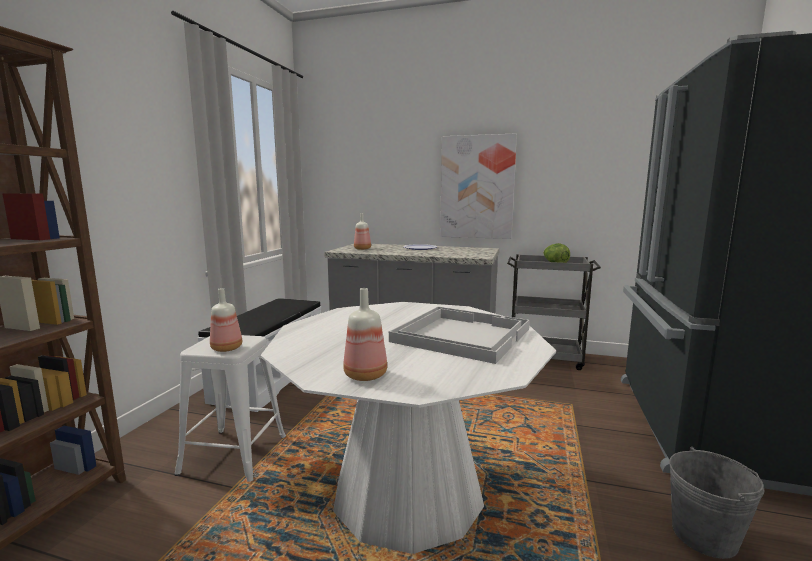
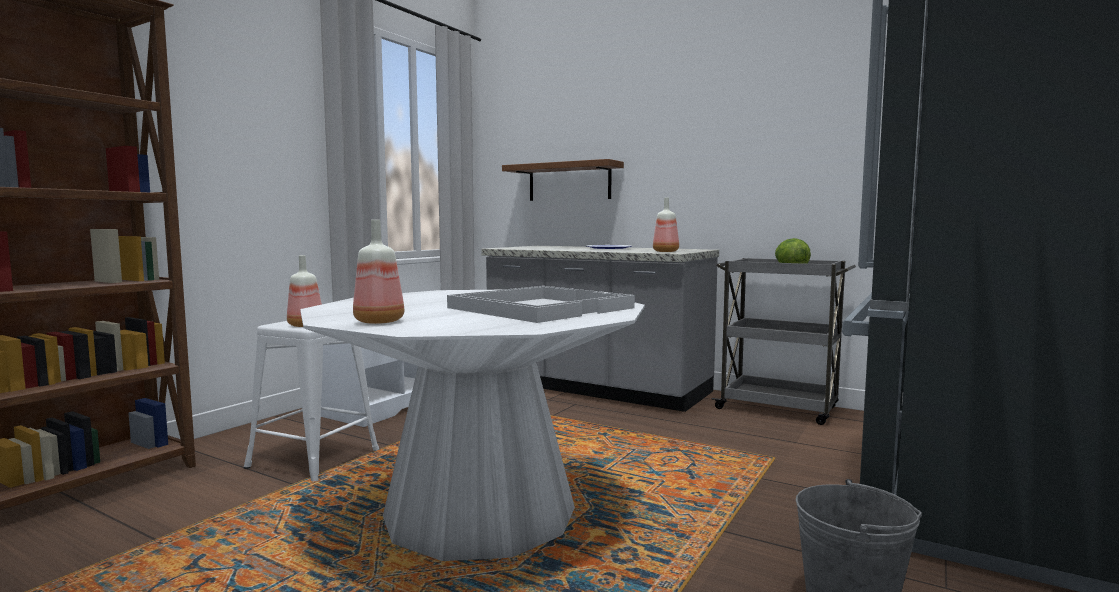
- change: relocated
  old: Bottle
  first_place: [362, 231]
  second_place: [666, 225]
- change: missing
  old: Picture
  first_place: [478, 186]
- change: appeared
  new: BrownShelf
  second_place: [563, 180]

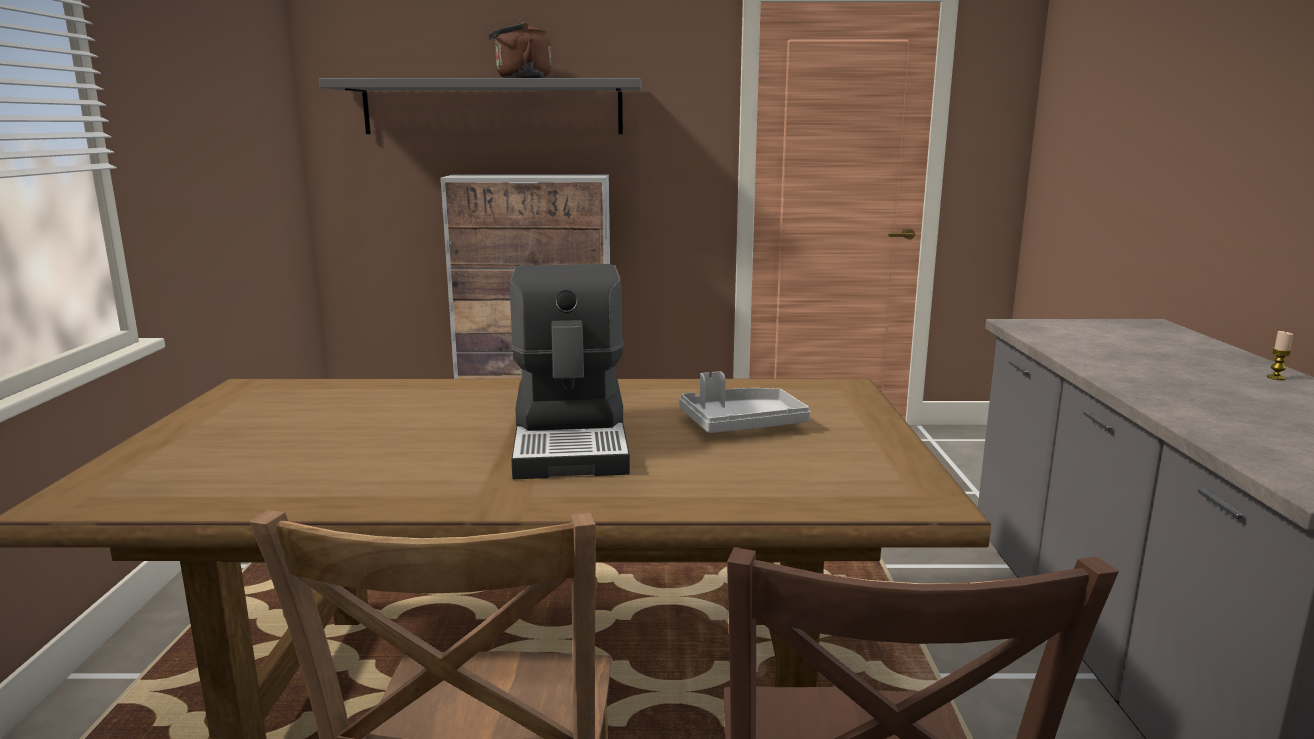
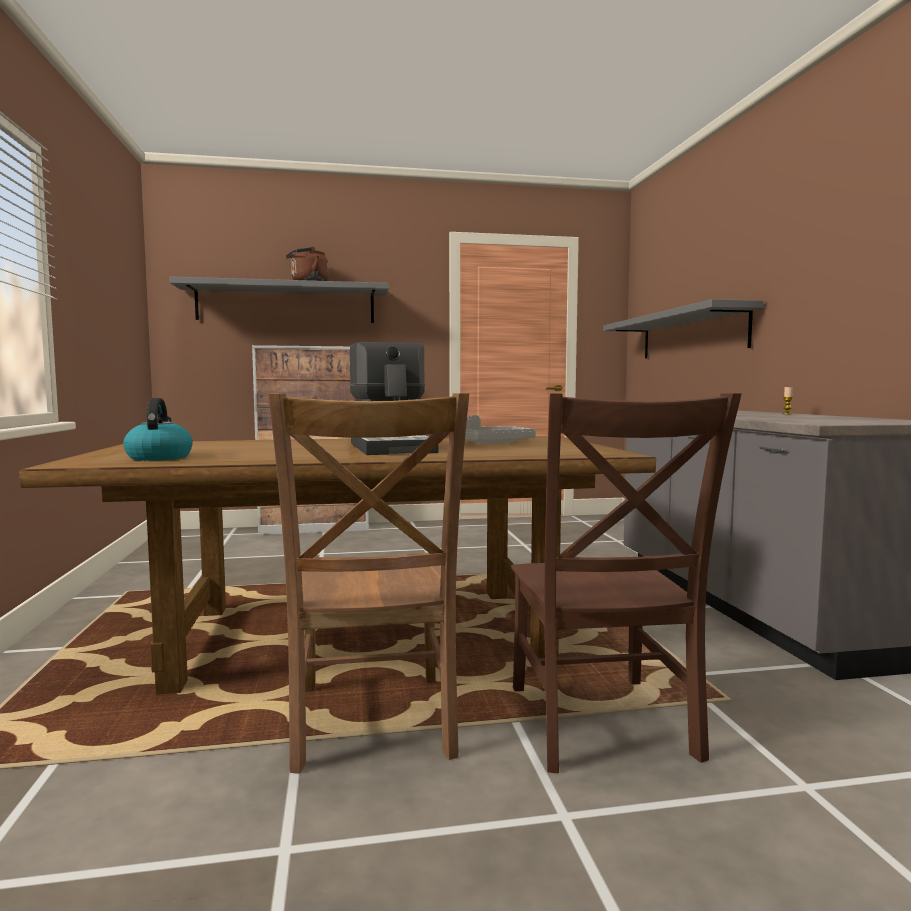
- change: appeared
  new: Kettle
  second_place: [158, 429]
- change: appeared
  new: GreyShelf
  second_place: [683, 328]

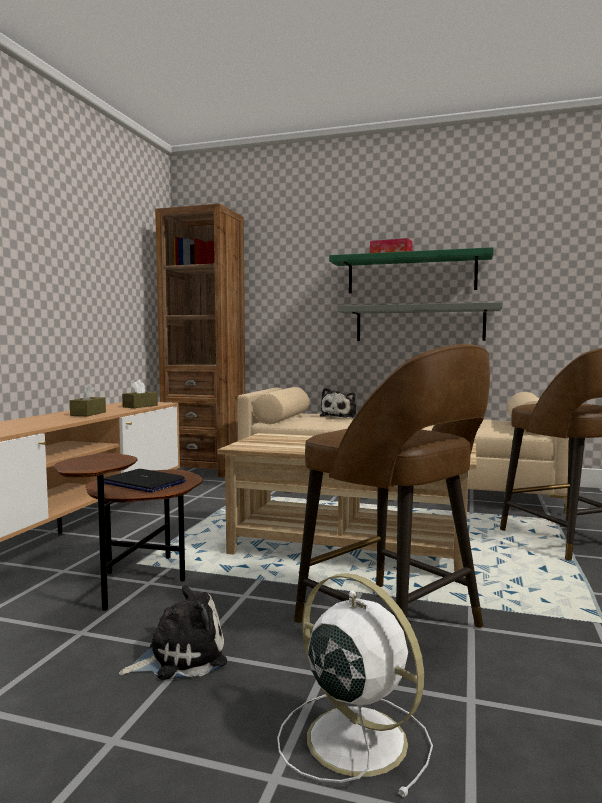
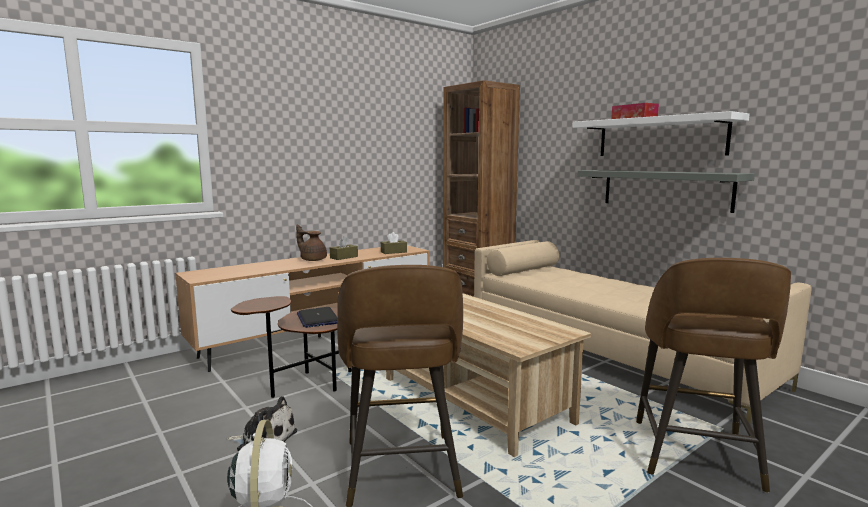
- change: missing
  old: PlushToy
  first_place: [338, 403]
- change: colour
  old: GreenShelf
  new: WhiteShelf
  first_place: [411, 270]
  second_place: [661, 133]
- change: appeared
  new: BrownTeapot
  second_place: [311, 242]

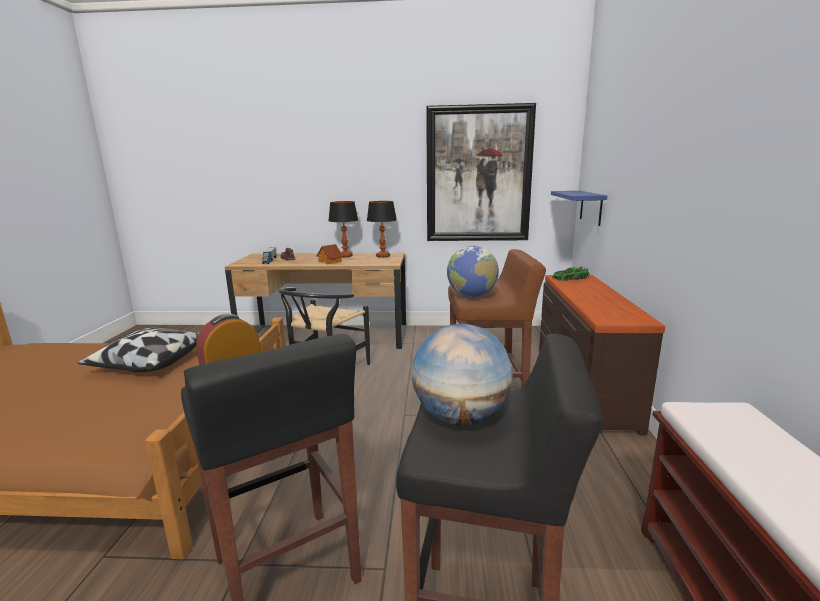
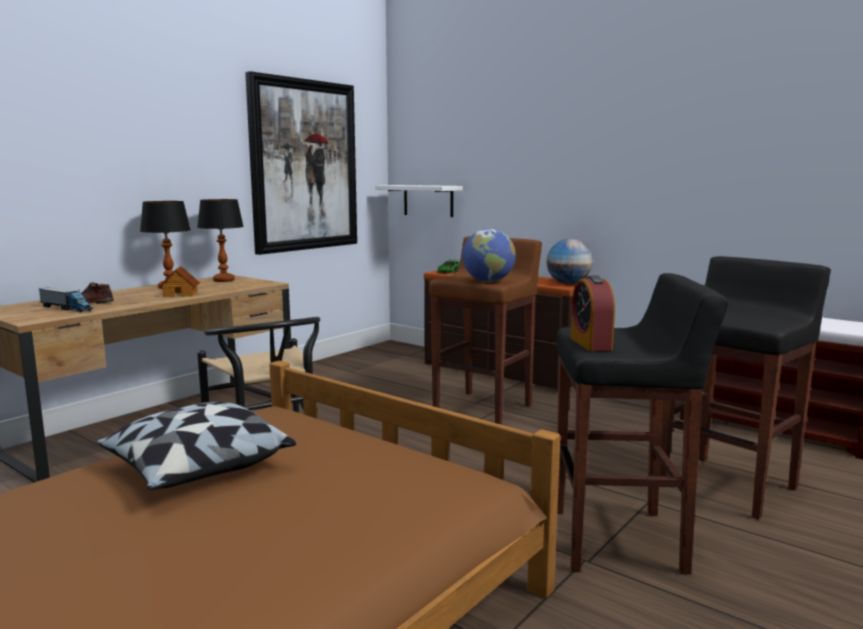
- change: relocated
  old: Globe
  first_place: [462, 374]
  second_place: [569, 261]
- change: colour
  old: BlueShelf
  new: WhiteShelf
  first_place: [579, 208]
  second_place: [419, 201]

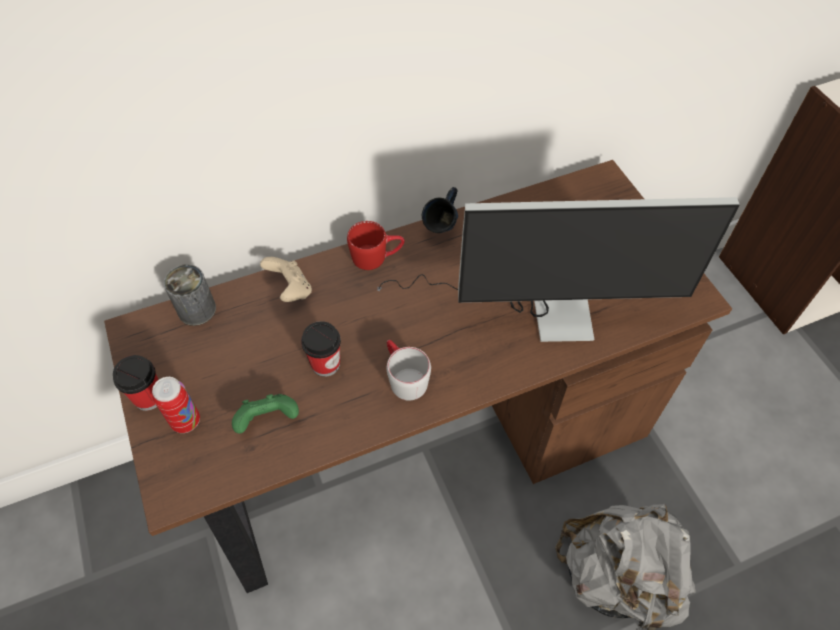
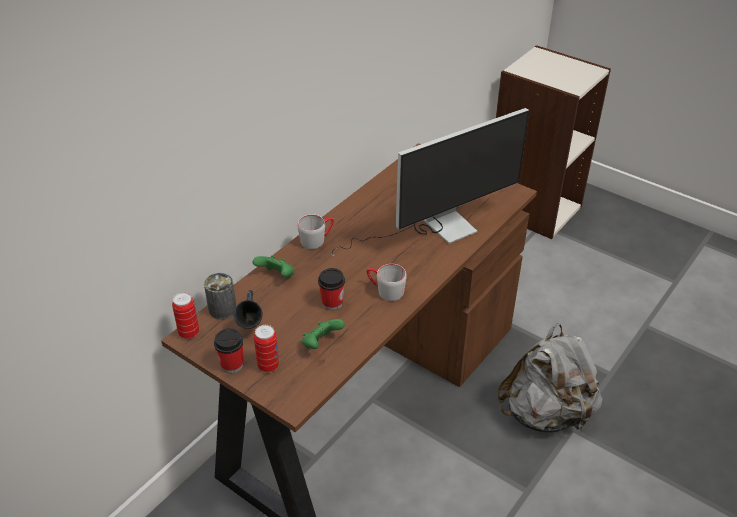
- change: colour
  old: BeigeGameController
  new: GreenGameController
  first_place: [286, 279]
  second_place: [273, 266]
- change: colour
  old: RedMug
  new: GreyMug
  first_place: [375, 245]
  second_place: [315, 231]
- change: relocated
  old: BlueMug
  first_place: [440, 210]
  second_place: [248, 309]
- change: appeared
  new: Can
  second_place: [185, 315]

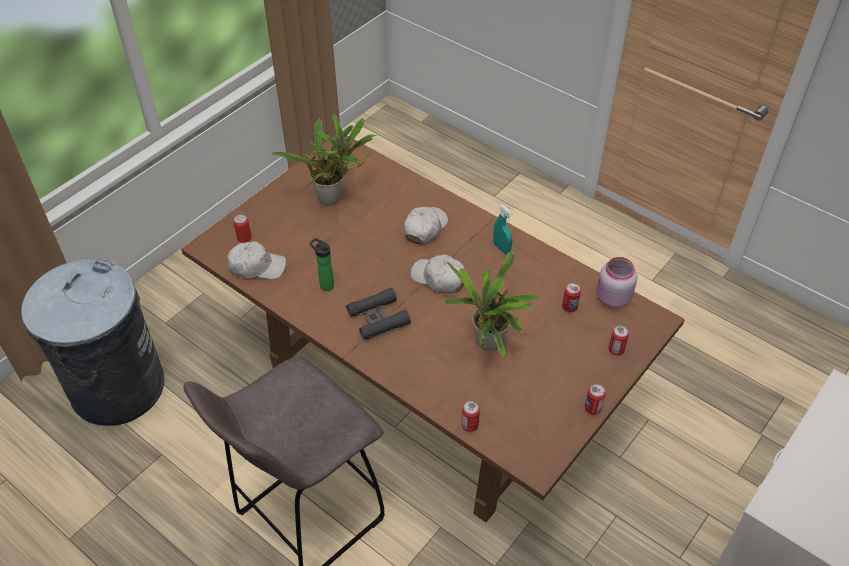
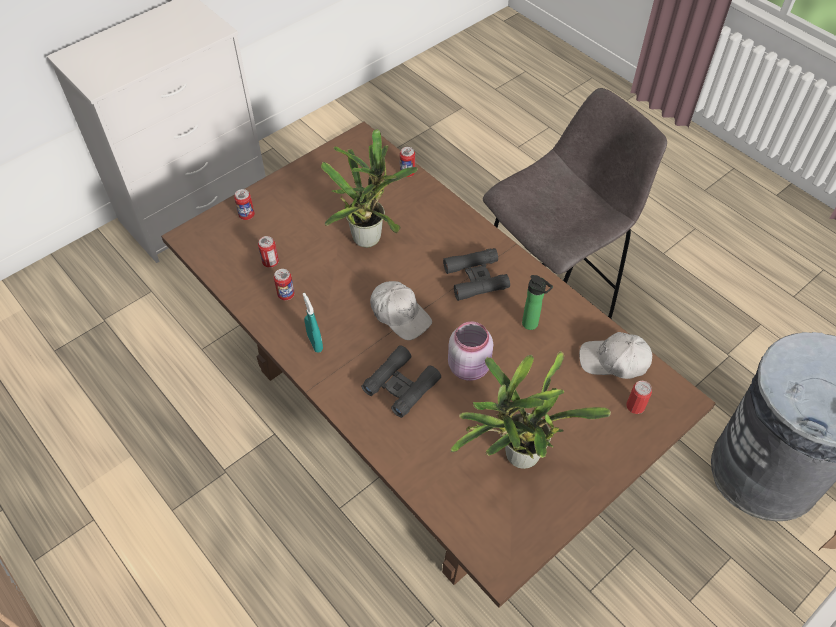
- change: exchanged
  old: WhiteCap
  new: BlackBinoculars
  first_place: [426, 226]
  second_place: [401, 381]
- change: relocated
  old: Can
  first_place: [595, 399]
  second_place: [284, 284]
- change: relocated
  old: PinkJar
  first_place: [616, 283]
  second_place: [470, 351]

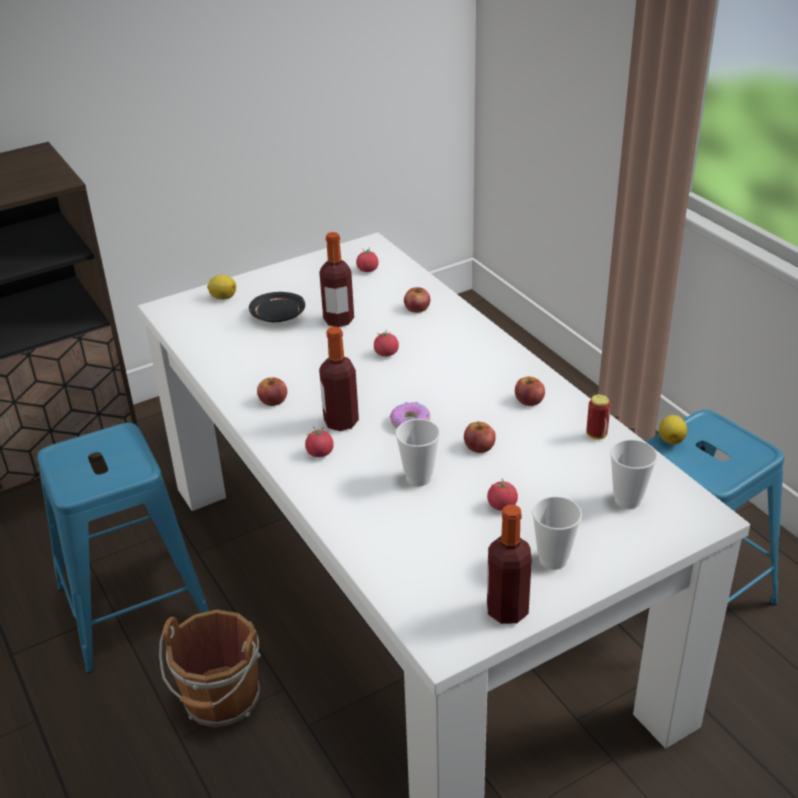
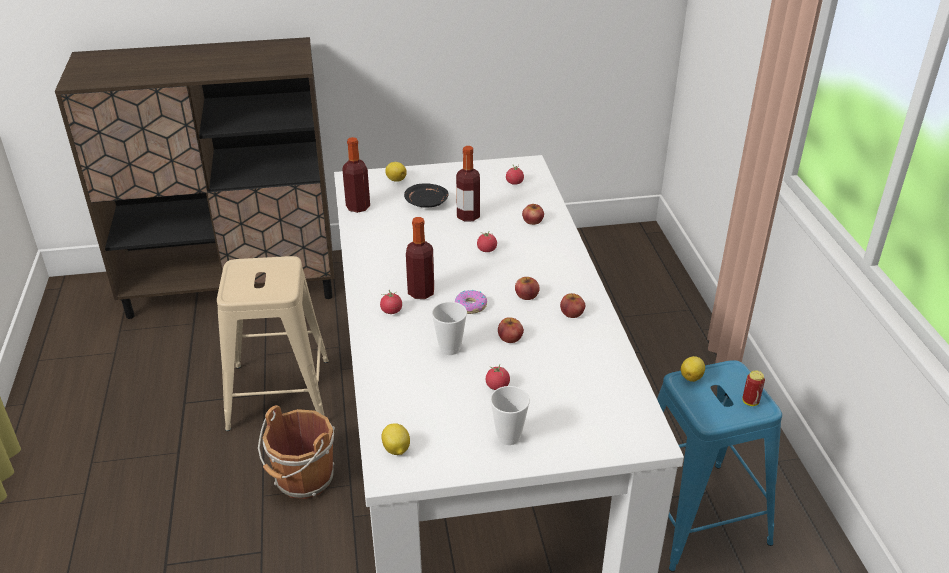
- change: colour
  old: BlueStool
  new: BeigeStool
  first_place: [123, 548]
  second_place: [273, 343]
- change: relocated
  old: Apple
  first_place: [272, 391]
  second_place: [527, 288]
- change: relocated
  old: Bottle
  first_place: [509, 564]
  second_place: [356, 175]
- change: relocated
  old: Can
  first_place: [599, 417]
  second_place: [753, 388]
- change: missing
  old: Cup
  first_place: [633, 474]
- change: appeared
  new: Lemon
  second_place: [396, 439]

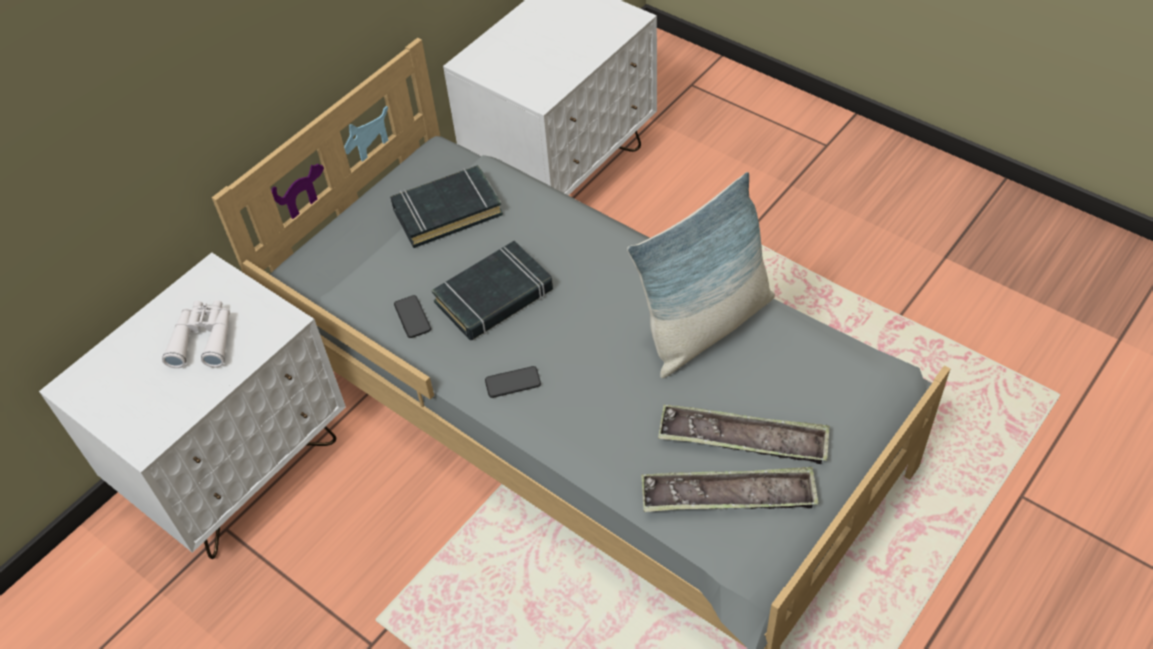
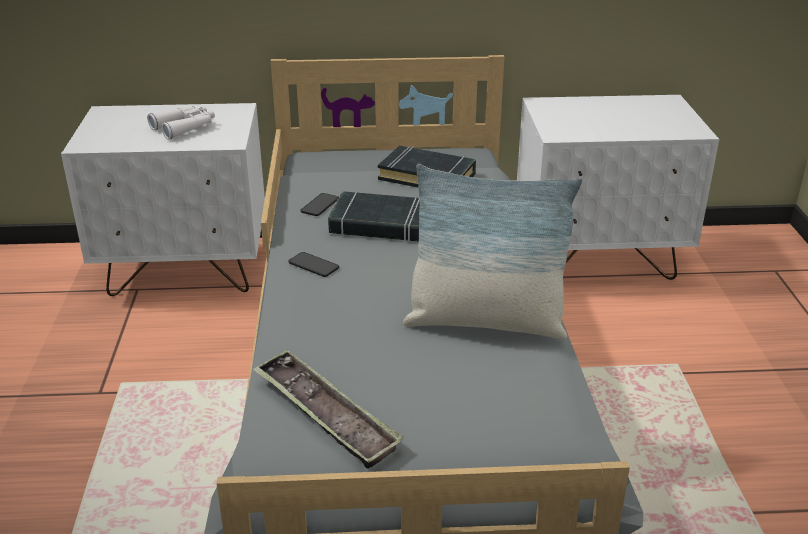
- change: missing
  old: Tray
  first_place: [744, 434]

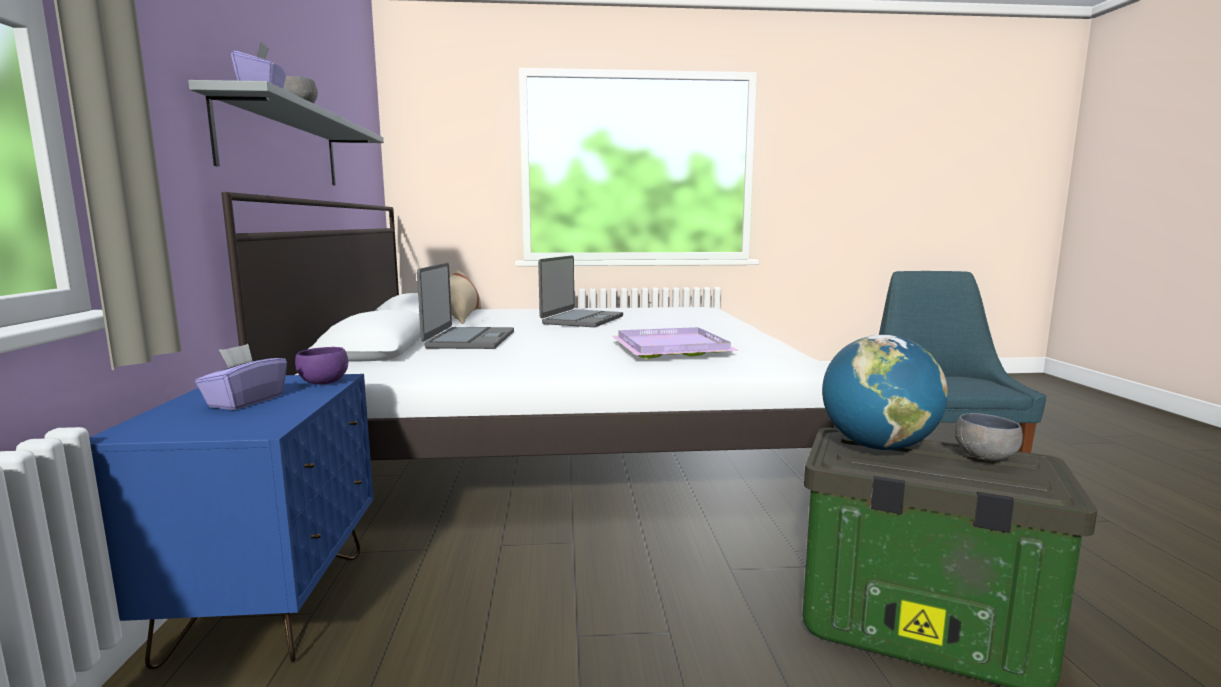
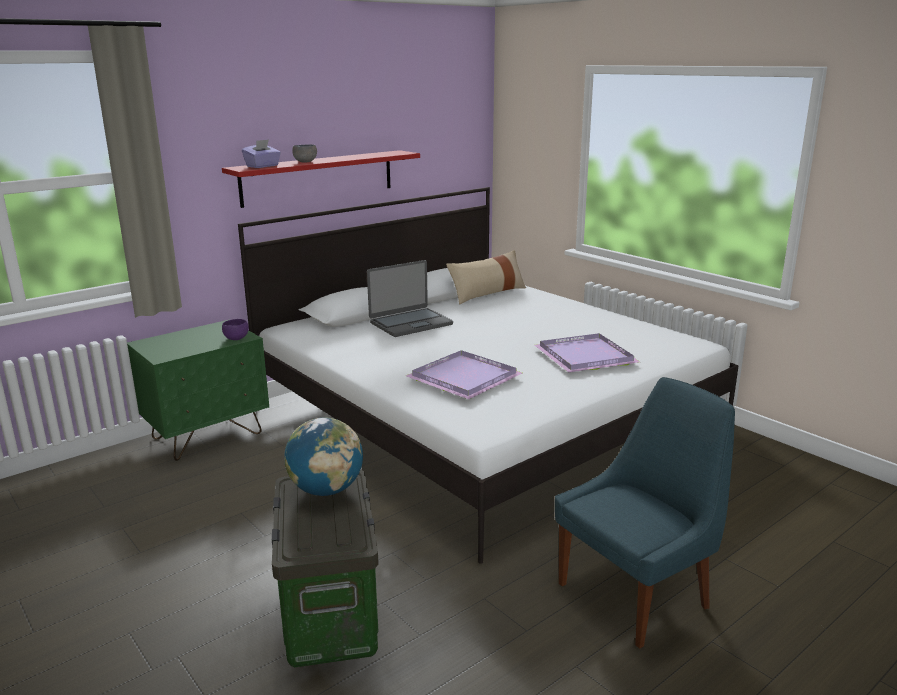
- change: colour
  old: BlueNightstand
  new: GreenNightstand
  first_place: [231, 522]
  second_place: [198, 390]
- change: colour
  old: GreyShelf
  new: RedShelf
  first_place: [286, 133]
  second_place: [321, 179]
- change: missing
  old: PurpleTissueBox
  first_place: [241, 377]
- change: missing
  old: Laptop
  first_place: [580, 291]
- change: missing
  old: GreyBowl
  first_place: [989, 437]
- change: appeared
  new: PurpleTray
  second_place: [587, 353]

